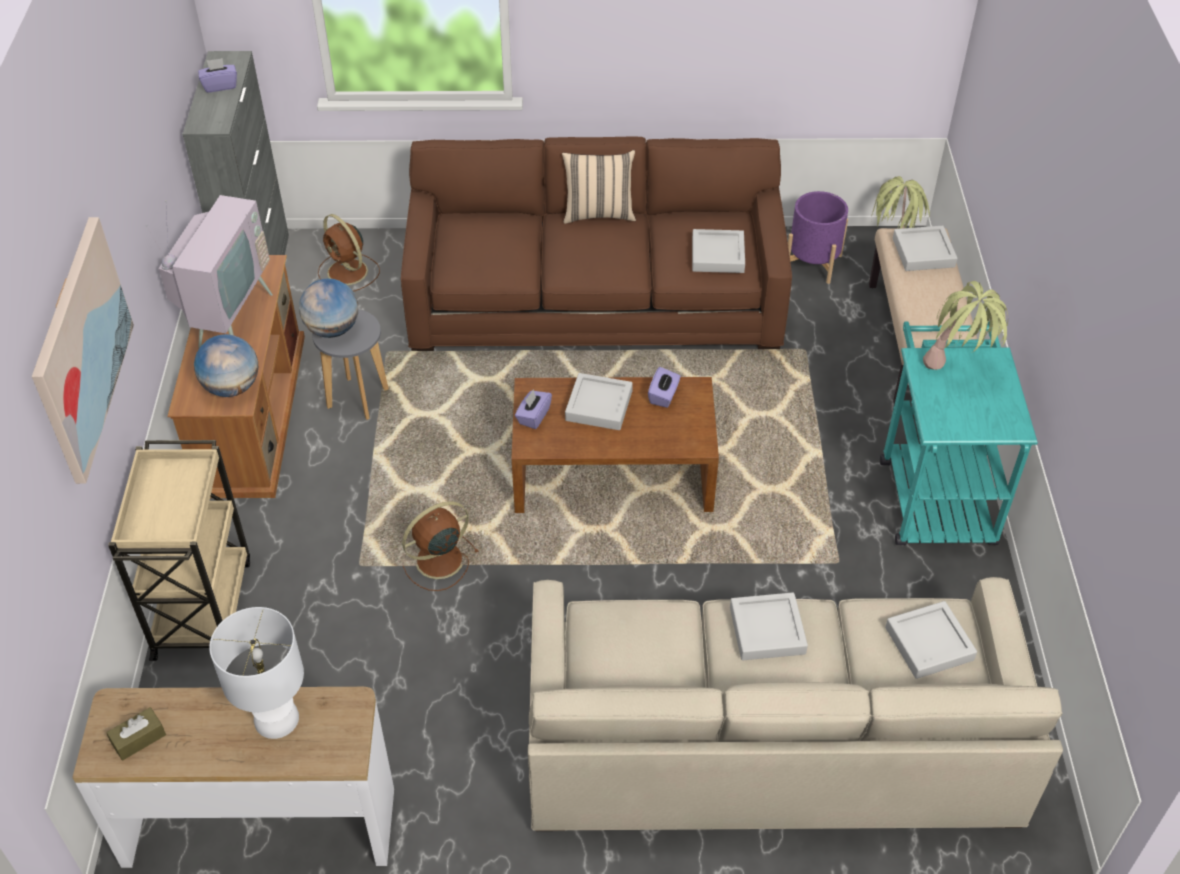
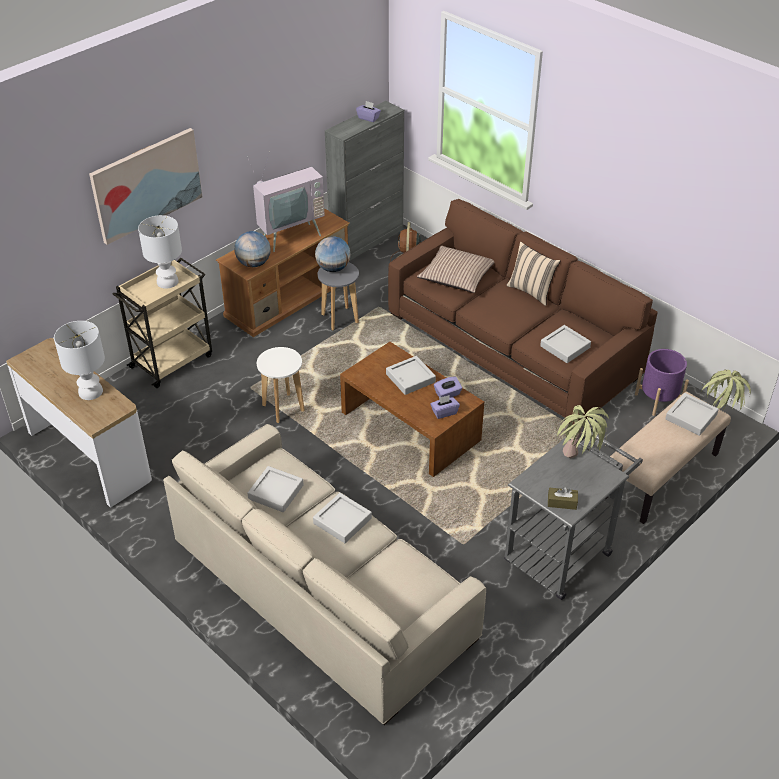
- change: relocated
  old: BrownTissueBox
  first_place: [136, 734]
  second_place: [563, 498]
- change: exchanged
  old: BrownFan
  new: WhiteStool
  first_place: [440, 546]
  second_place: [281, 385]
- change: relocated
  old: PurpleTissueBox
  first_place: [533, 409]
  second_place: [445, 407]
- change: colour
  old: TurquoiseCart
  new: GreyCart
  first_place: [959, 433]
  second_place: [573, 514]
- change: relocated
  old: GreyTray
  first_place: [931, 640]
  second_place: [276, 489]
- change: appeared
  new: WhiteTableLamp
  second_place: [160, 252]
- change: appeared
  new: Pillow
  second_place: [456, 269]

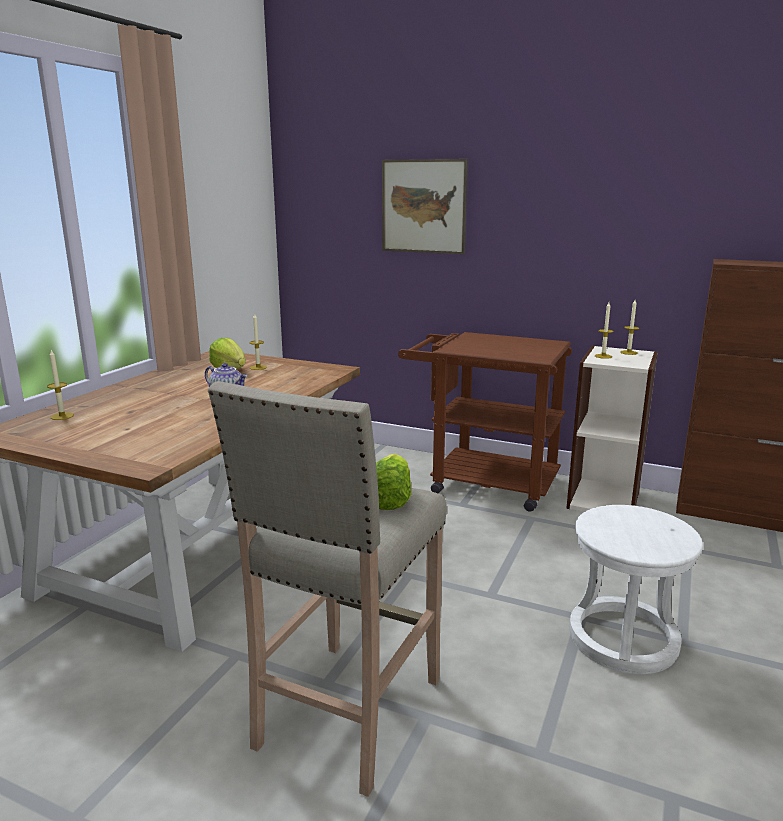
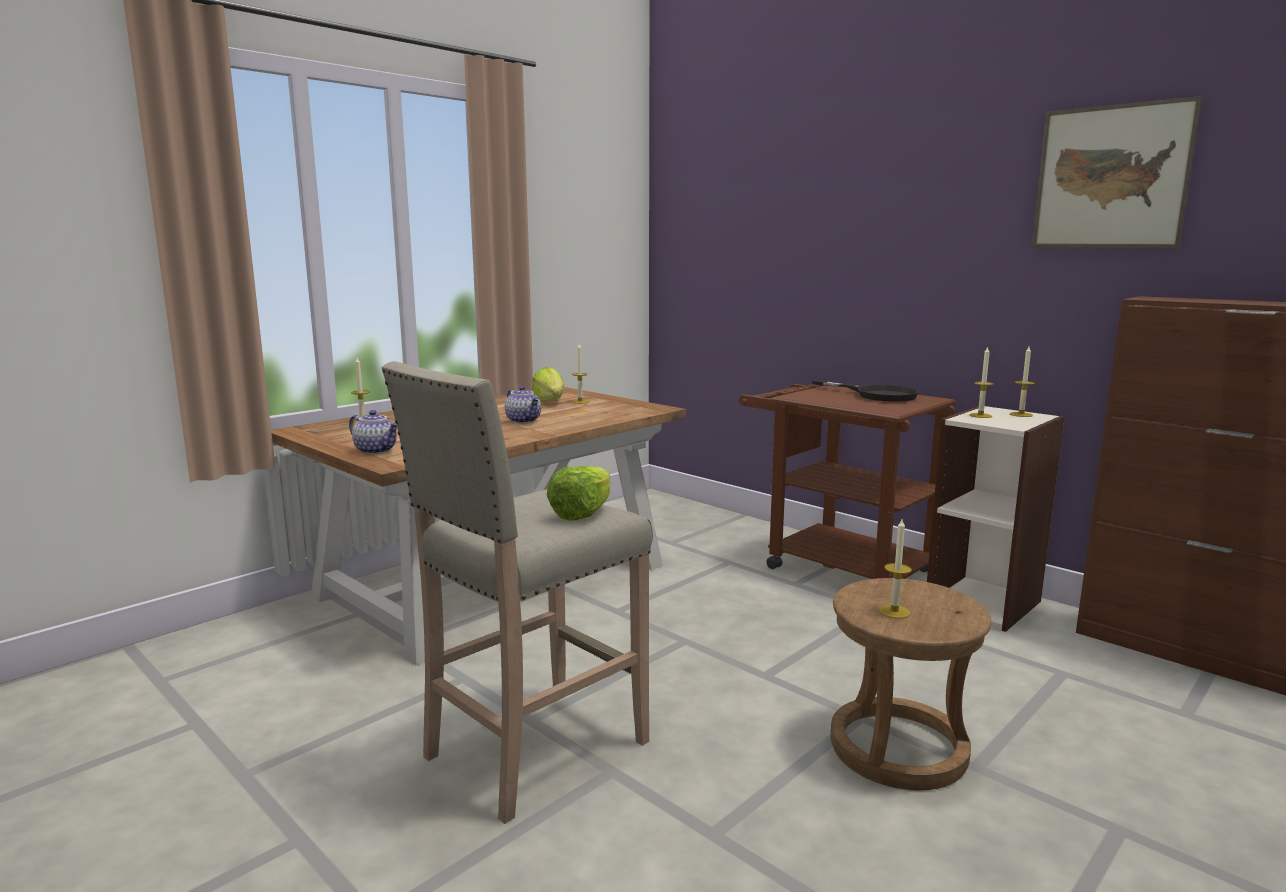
- change: relocated
  old: Picture
  first_place: [425, 206]
  second_place: [1117, 172]
- change: colour
  old: WhiteStool
  new: BrownStool
  first_place: [636, 589]
  second_place: [910, 684]
- change: appeared
  new: Teapot
  second_place: [373, 432]
- change: appeared
  new: BlackFryingPan
  second_place: [865, 391]
- change: appeared
  new: Candle
  second_place: [895, 569]

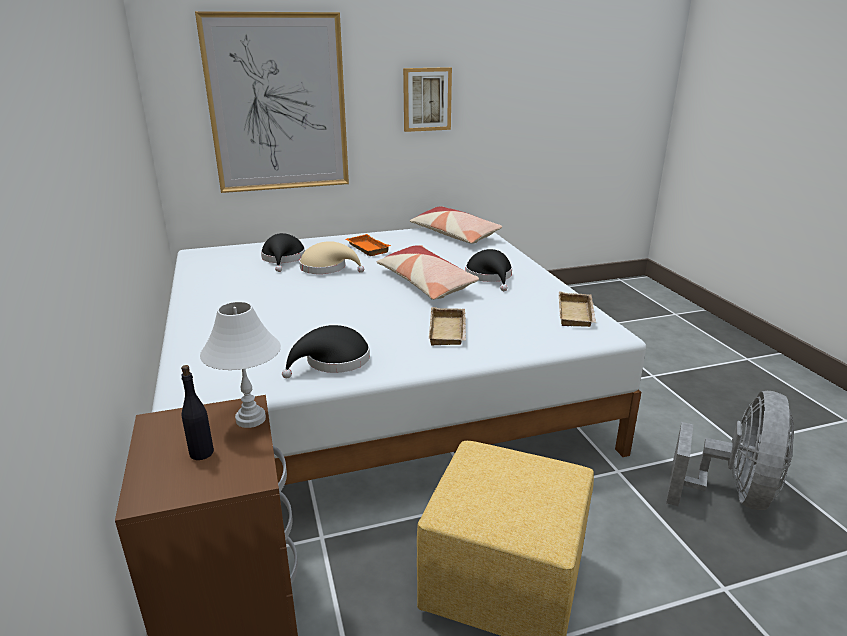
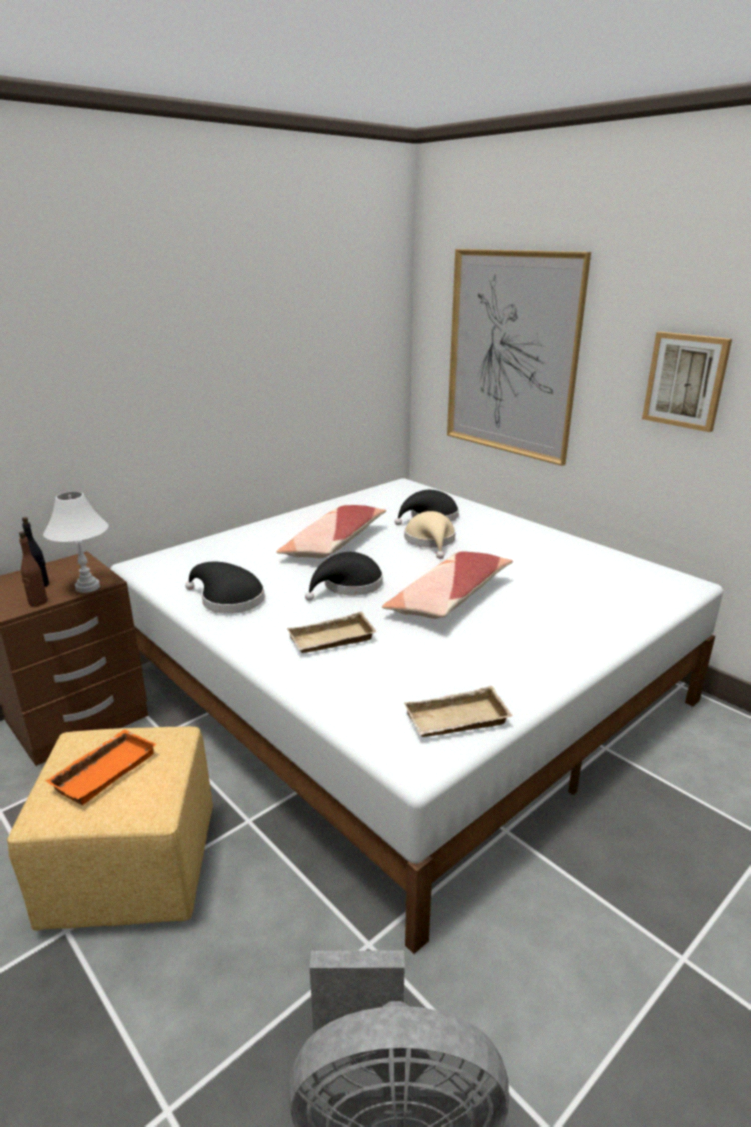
- change: relocated
  old: OrangeTray
  first_place: [368, 245]
  second_place: [101, 767]
- change: relocated
  old: Pillow
  first_place: [456, 224]
  second_place: [331, 531]
- change: relocated
  old: BlackHat
  first_place: [489, 270]
  second_place: [344, 576]
- change: appeared
  new: BrownBottle
  second_place: [33, 568]

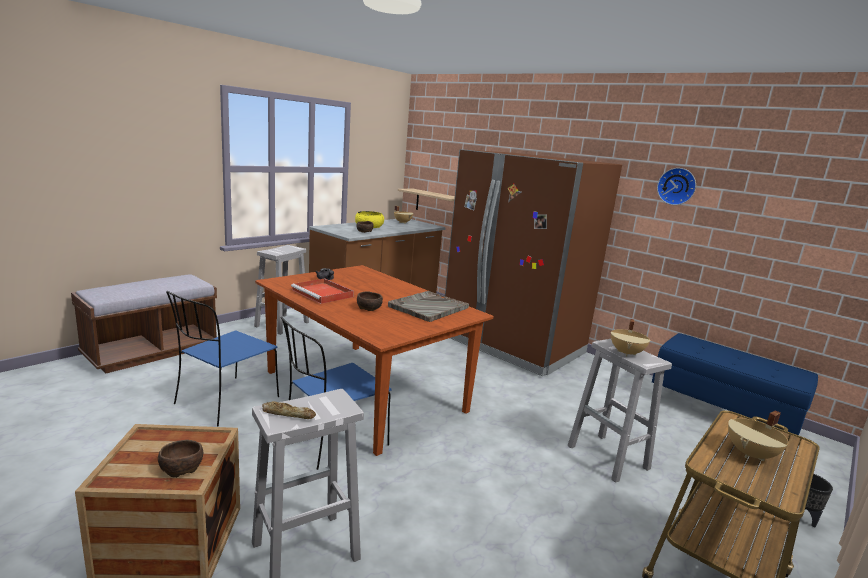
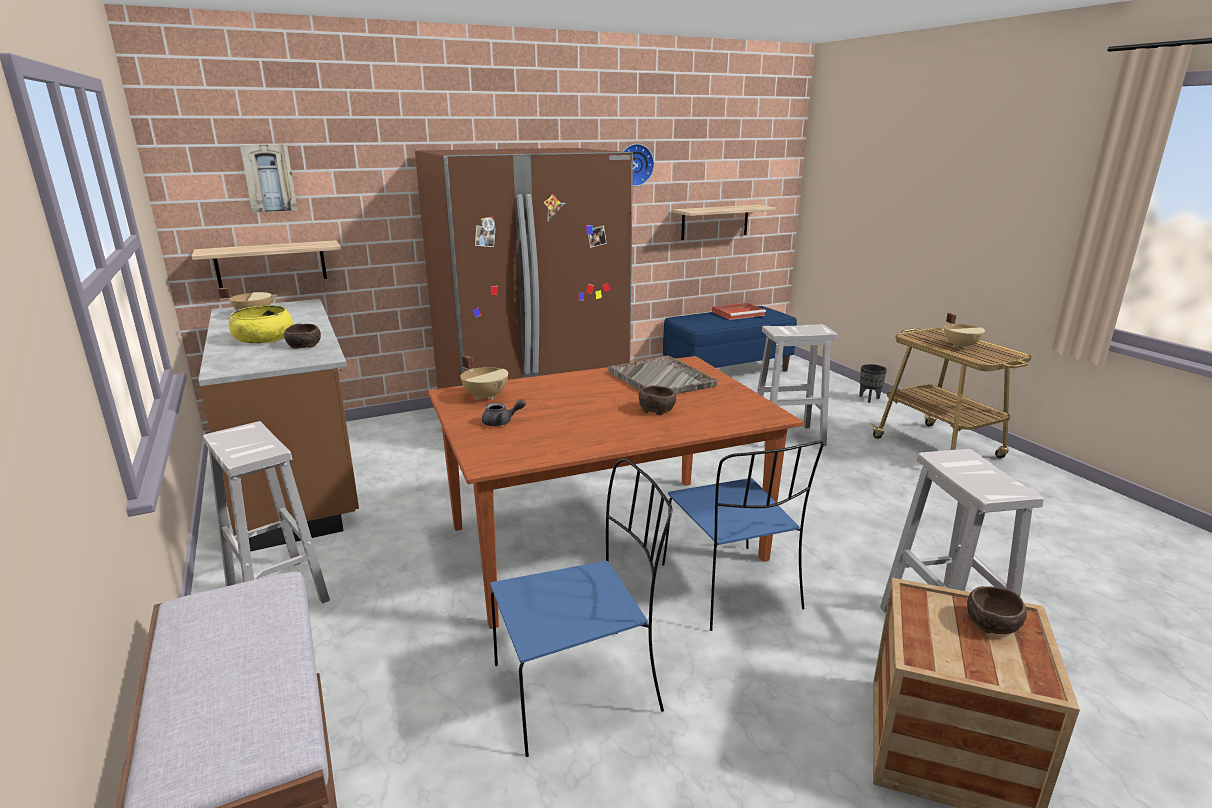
- change: spun
  old: BlueChair
  first_place: [222, 358]
  second_place: [581, 607]
  degrees: -75
- change: missing
  old: Bread
  first_place: [289, 410]
- change: relocated
  old: RedTray
  first_place: [322, 291]
  second_place: [739, 311]
- change: relocated
  old: BeigeCookingPot
  first_place: [630, 337]
  second_place: [484, 377]
- change: appeared
  new: Picture
  second_place: [269, 178]
- change: appeared
  new: Shelf
  second_place: [724, 222]

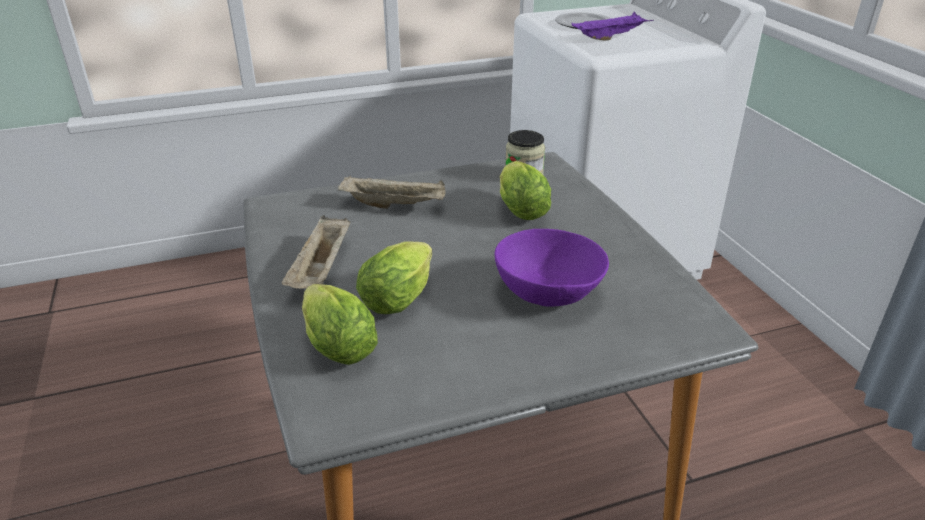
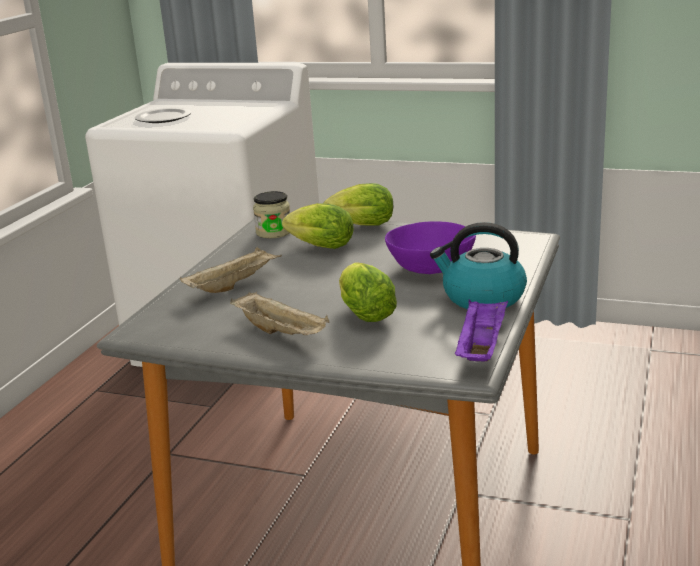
- change: relocated
  old: Lettuce
  first_place: [340, 324]
  second_place: [358, 204]
- change: relocated
  old: PurpleTray
  first_place: [612, 26]
  second_place: [481, 330]
- change: appeared
  new: Kettle
  second_place: [478, 265]

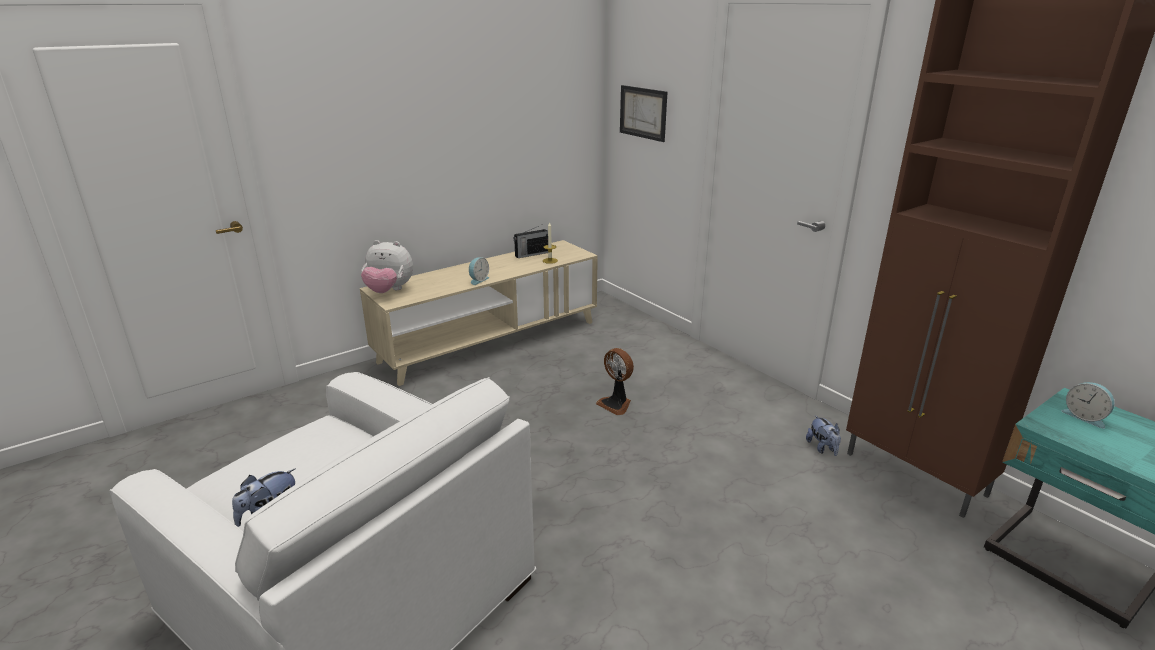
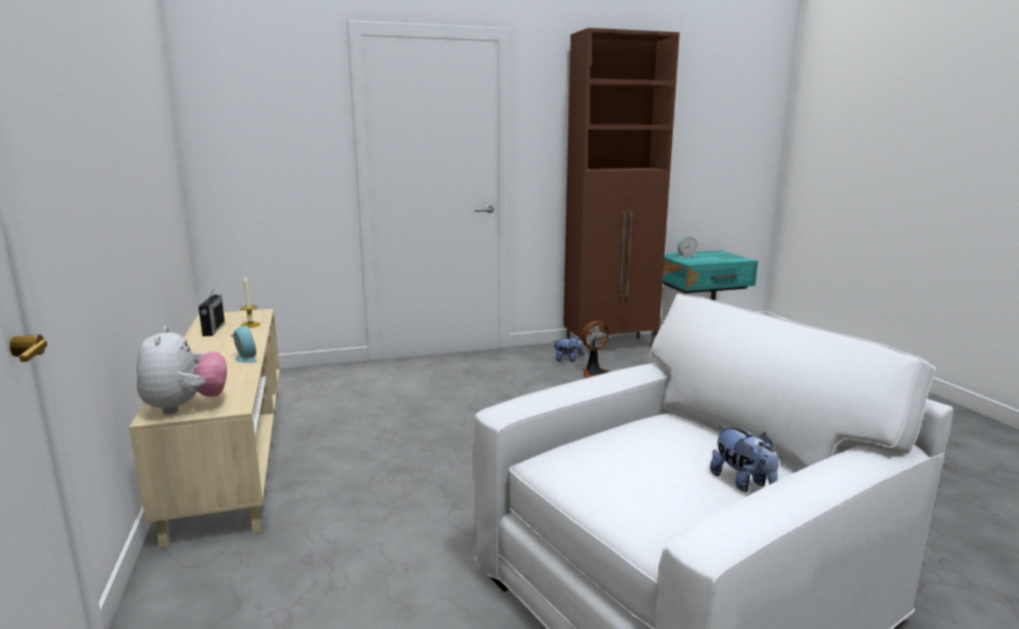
- change: spun
  old: PlushToy
  first_place: [387, 266]
  second_place: [182, 370]
  degrees: -45
- change: relocated
  old: Fan
  first_place: [615, 381]
  second_place: [595, 349]
- change: missing
  old: Picture
  first_place: [643, 113]

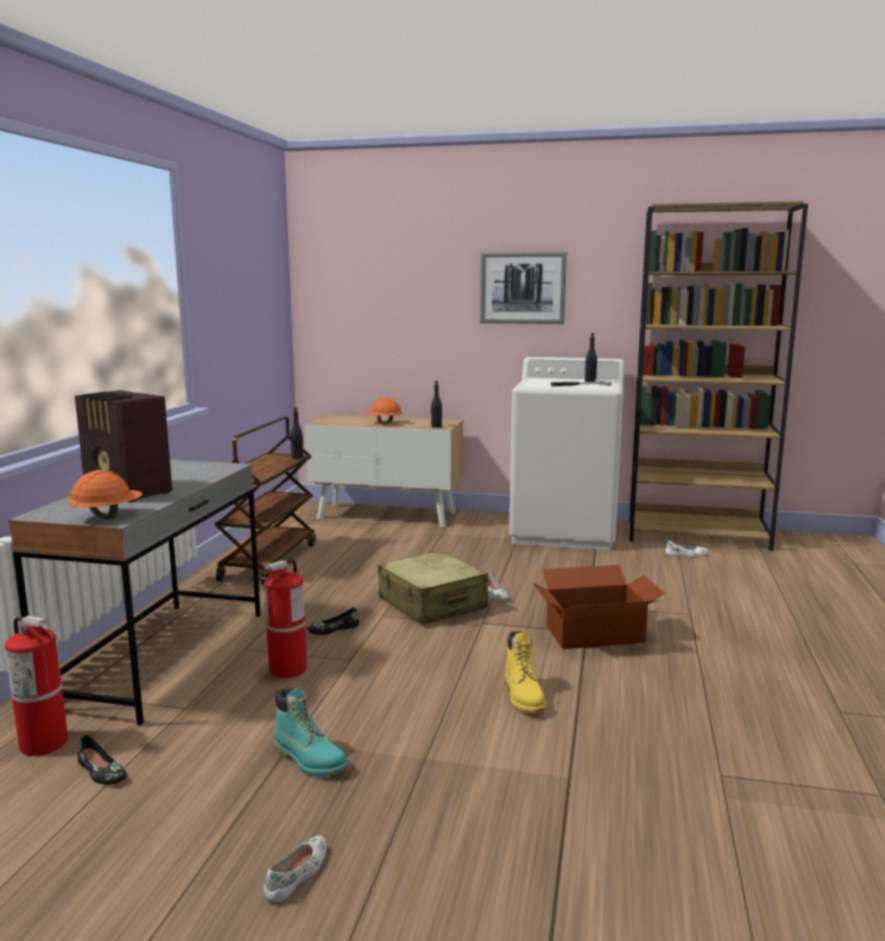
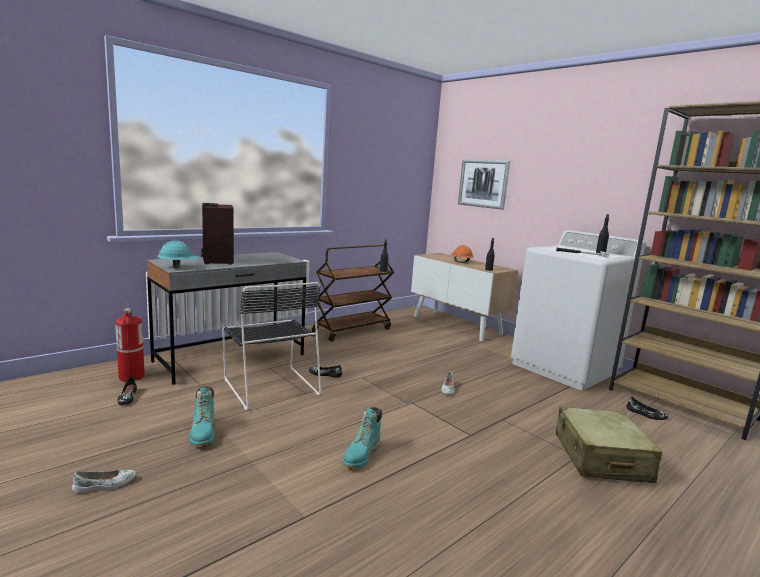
- change: colour
  old: OrangeHardHat
  new: TurquoiseHardHat
  first_place: [105, 494]
  second_place: [178, 254]
- change: exchanged
  old: FireExtinguisher
  new: BlackChair
  first_place: [285, 619]
  second_place: [271, 346]
- change: relocated
  old: BeigeSuitcase
  first_place: [433, 588]
  second_place: [609, 445]
- change: relocated
  old: Picture
  first_place: [523, 288]
  second_place: [484, 184]
- change: colour
  old: YellowBoot
  new: TurquoiseBoot
  first_place: [525, 672]
  second_place: [362, 437]
- change: missing
  old: CardboardBox
  first_place: [598, 607]
- change: colour
  old: WhiteShoe
  new: BlackShoe
  first_place: [686, 548]
  second_place: [647, 408]

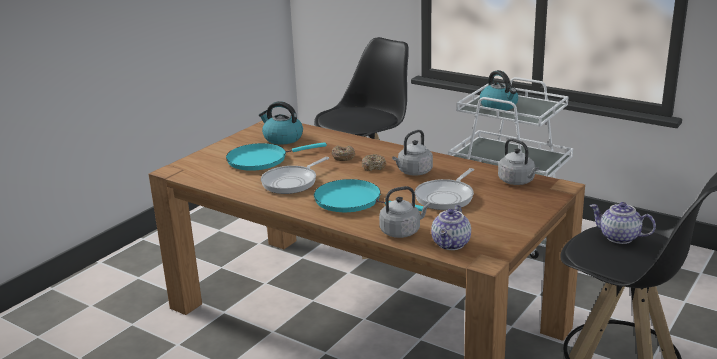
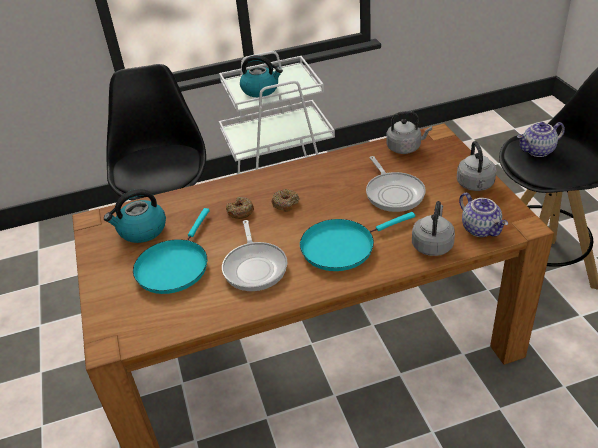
- change: relocated
  old: GreyKettle
  first_place: [412, 153]
  second_place: [477, 166]

